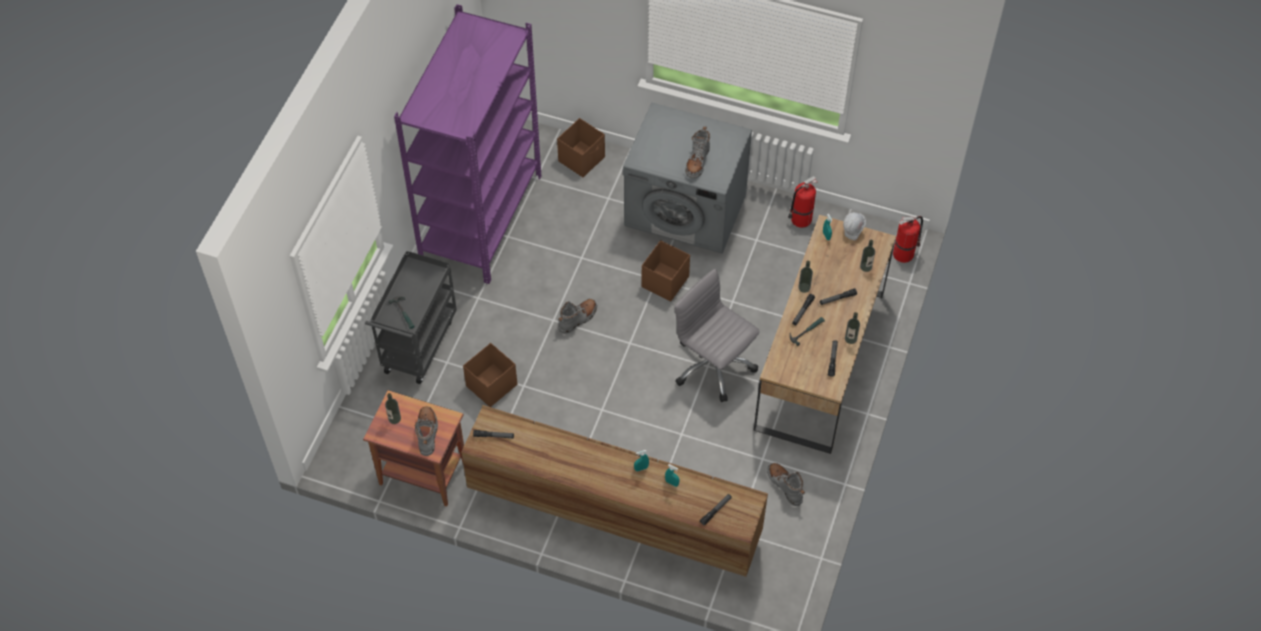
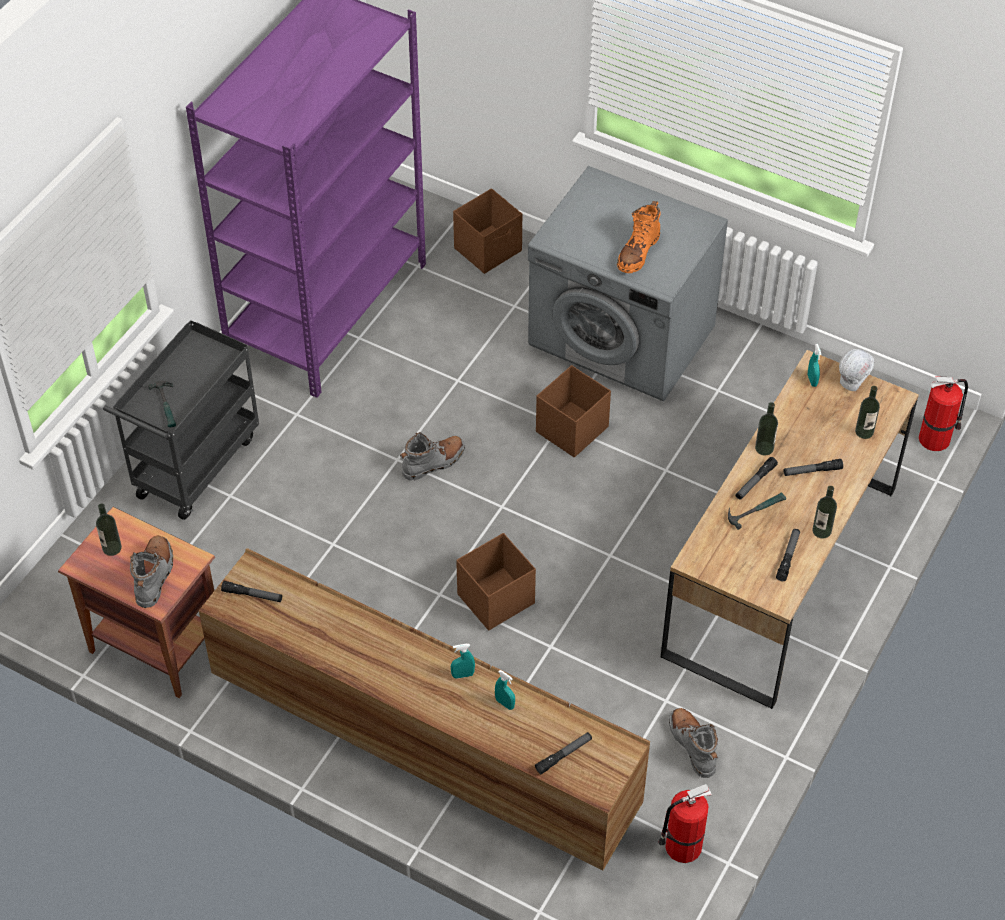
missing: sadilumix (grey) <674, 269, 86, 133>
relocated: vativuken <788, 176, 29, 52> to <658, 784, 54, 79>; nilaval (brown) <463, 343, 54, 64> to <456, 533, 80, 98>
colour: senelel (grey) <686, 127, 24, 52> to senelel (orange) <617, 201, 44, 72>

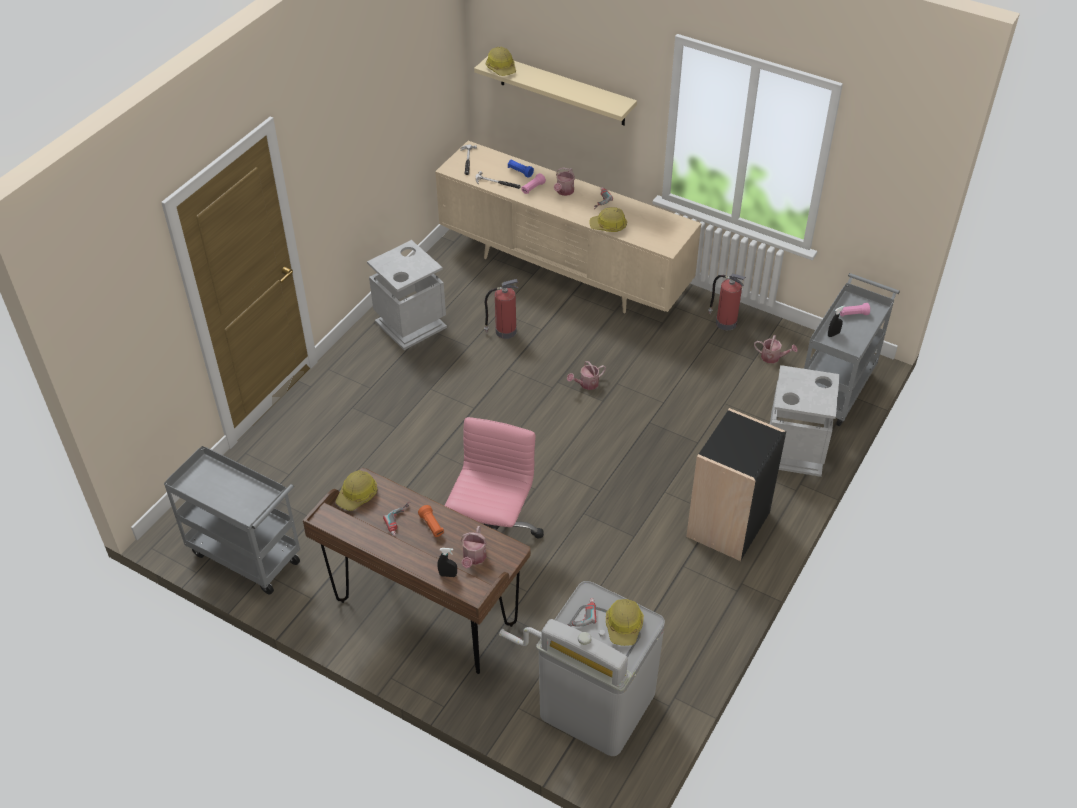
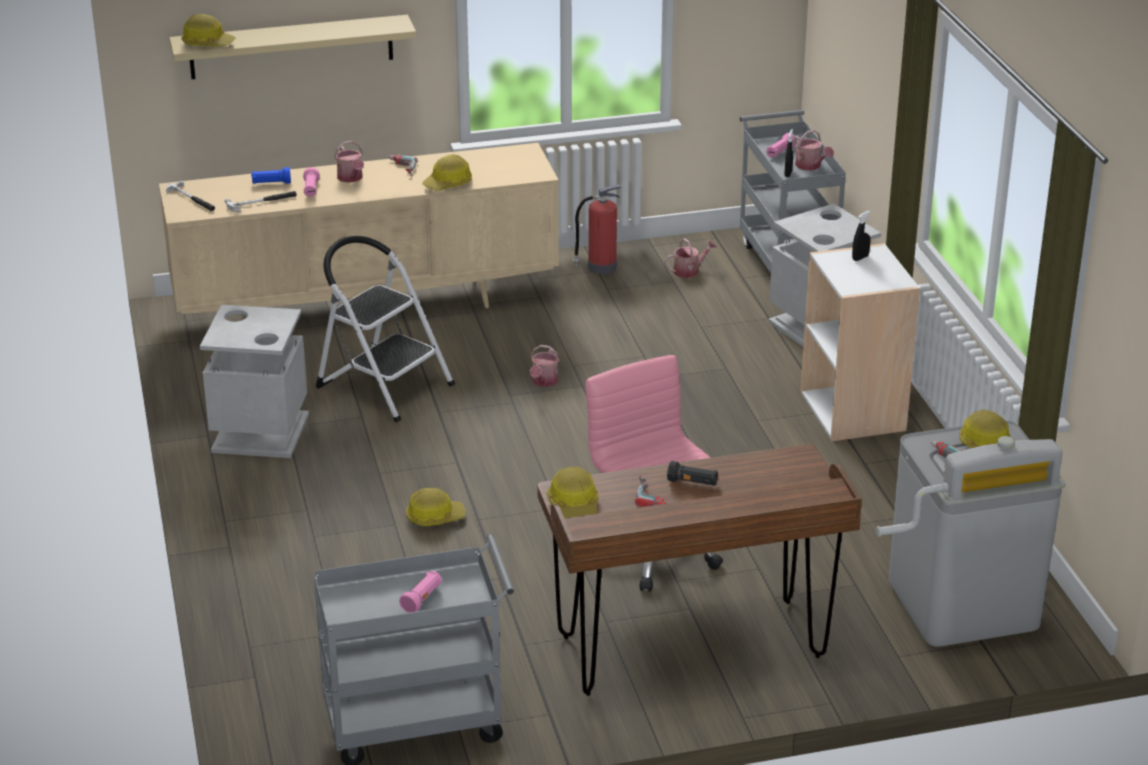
appeared: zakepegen <406, 488, 59, 38>; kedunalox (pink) <399, 571, 43, 42>
relocated: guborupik <461, 526, 26, 43> to <793, 130, 41, 40>; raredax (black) <438, 548, 19, 29> to <852, 211, 19, 50>
exchanged: vativuken <484, 279, 34, 60> to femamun <316, 236, 139, 186>
colour: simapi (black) <686, 408, 100, 153> to simapi (white) <800, 243, 120, 198>; kedunalox (orange) <418, 505, 26, 32> to kedunalox (black) <667, 461, 51, 25>

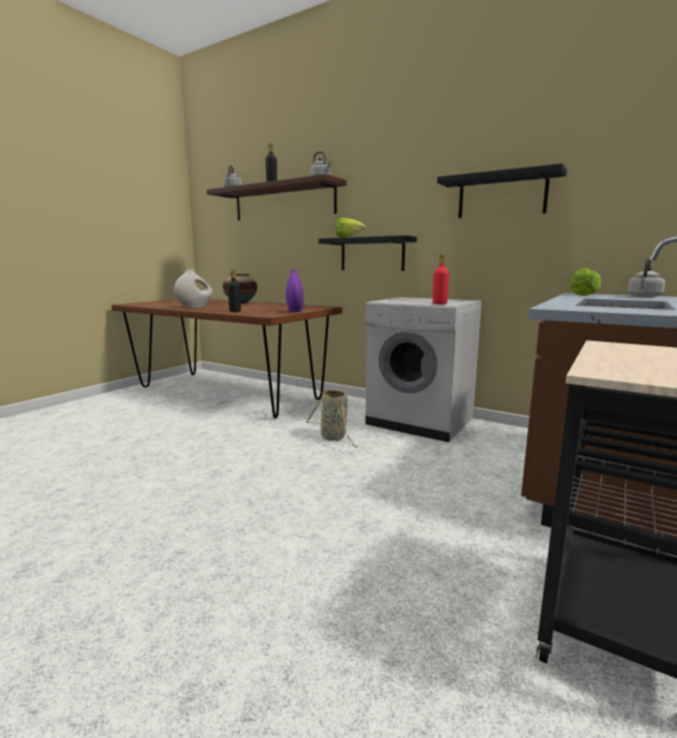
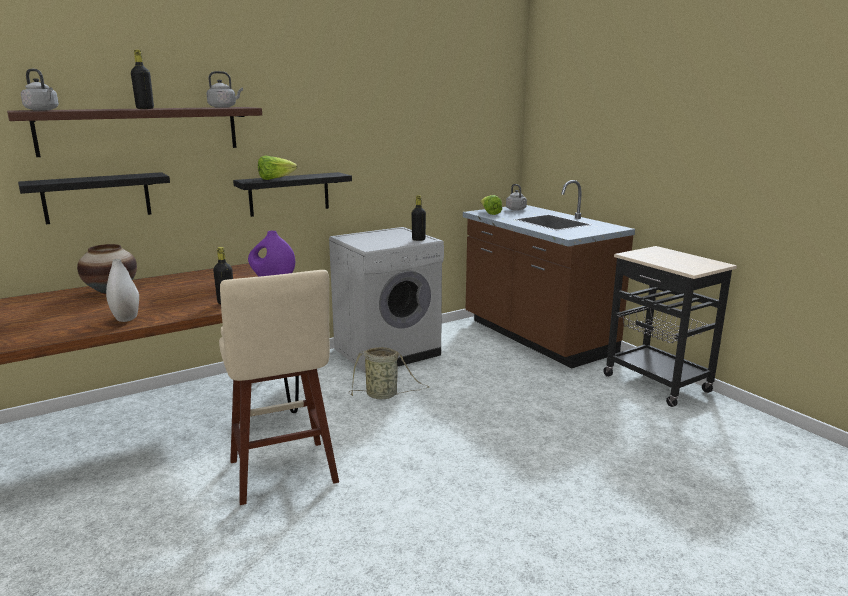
appeared: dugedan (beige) <219, 270, 120, 235>
relocated: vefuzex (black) <437, 163, 130, 55> to <18, 172, 152, 52>
colour: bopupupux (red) <433, 253, 16, 51> to bopupupux (black) <411, 195, 15, 46>

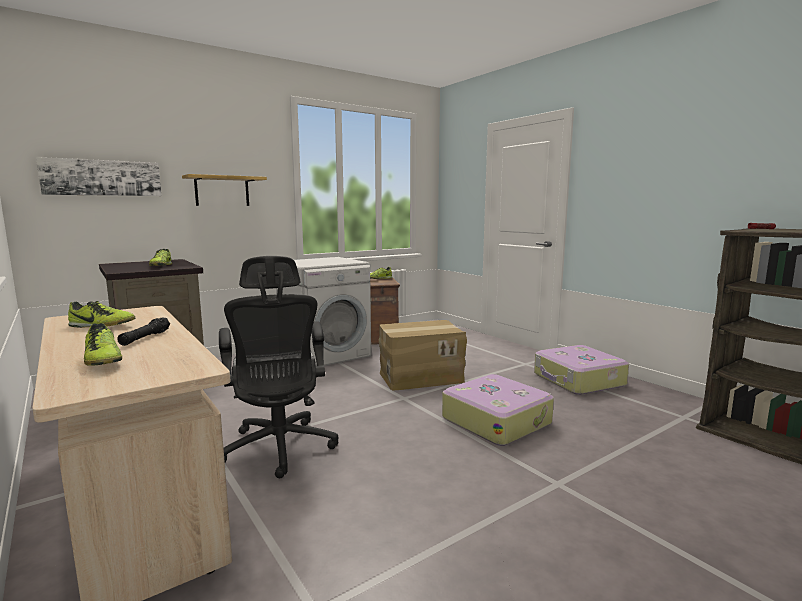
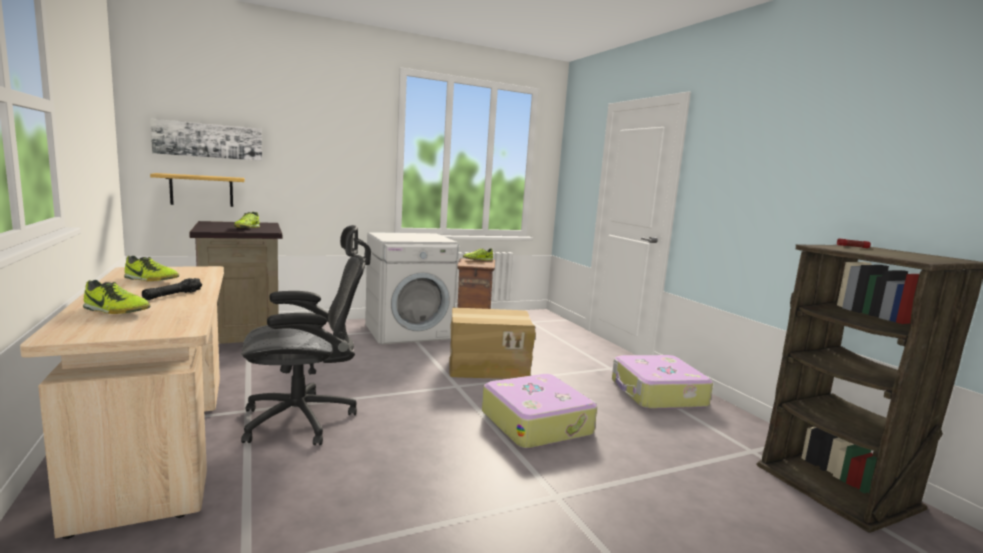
relocated: vefuzex <182, 174, 85, 32> to <150, 173, 95, 34>
spun: sadilumix <219, 256, 119, 222> = <241, 225, 130, 220> 105 degrees counterclockwise; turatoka <84, 323, 38, 43> = <83, 280, 68, 34> 45 degrees counterclockwise

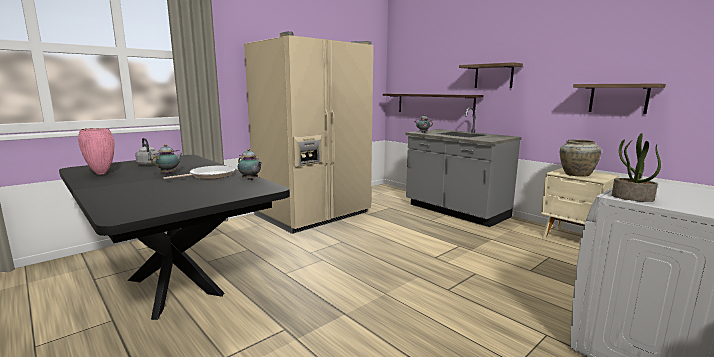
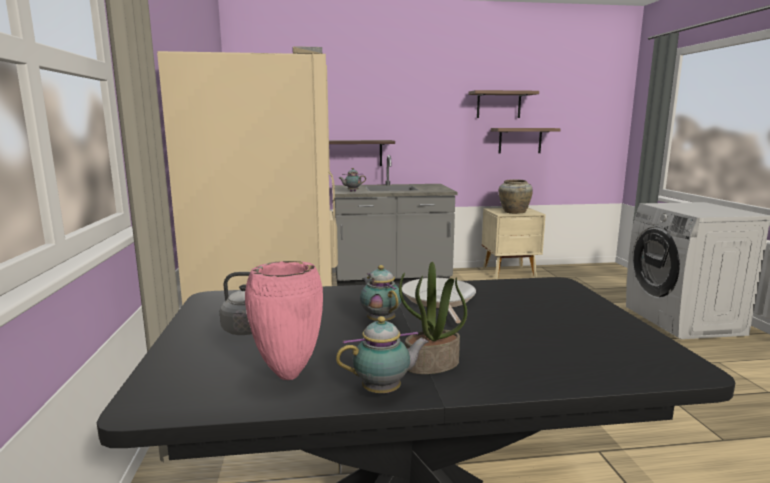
relocated: vefuzex <459, 62, 64, 26> to <468, 90, 71, 28>; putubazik <612, 133, 49, 69> to <399, 262, 68, 112>; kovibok <238, 149, 24, 31> to <336, 316, 93, 77>

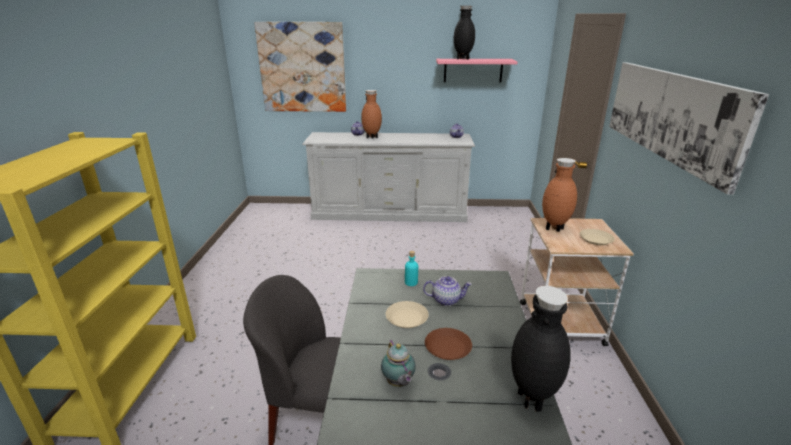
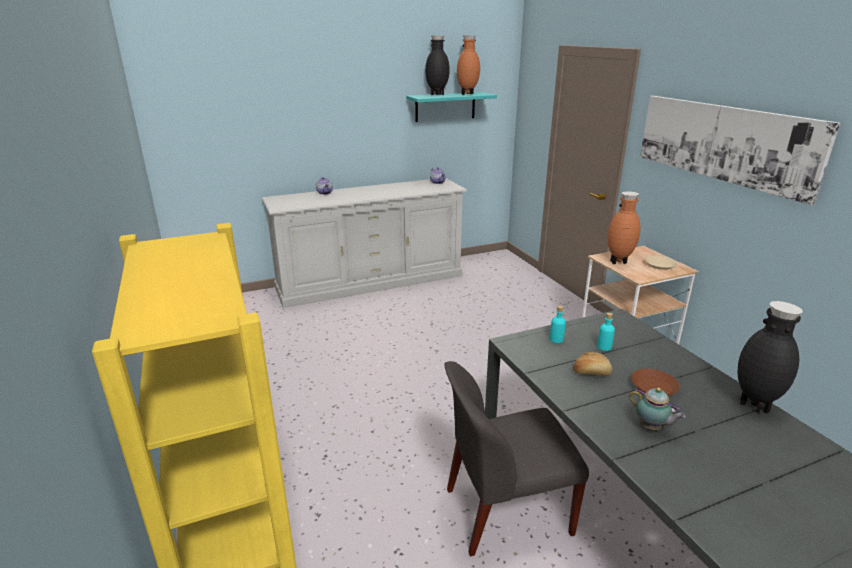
missing: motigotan <254, 22, 92, 90>
relocated: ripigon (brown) <361, 90, 21, 48> to <457, 36, 23, 59>
exchanged: kovibok <423, 276, 49, 30> to bopupupux (turquoise) <597, 313, 18, 38>; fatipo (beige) <386, 301, 43, 27> to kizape <573, 352, 39, 24>
colour: vefuzex (pink) <436, 59, 82, 24> to vefuzex (turquoise) <406, 92, 91, 30>

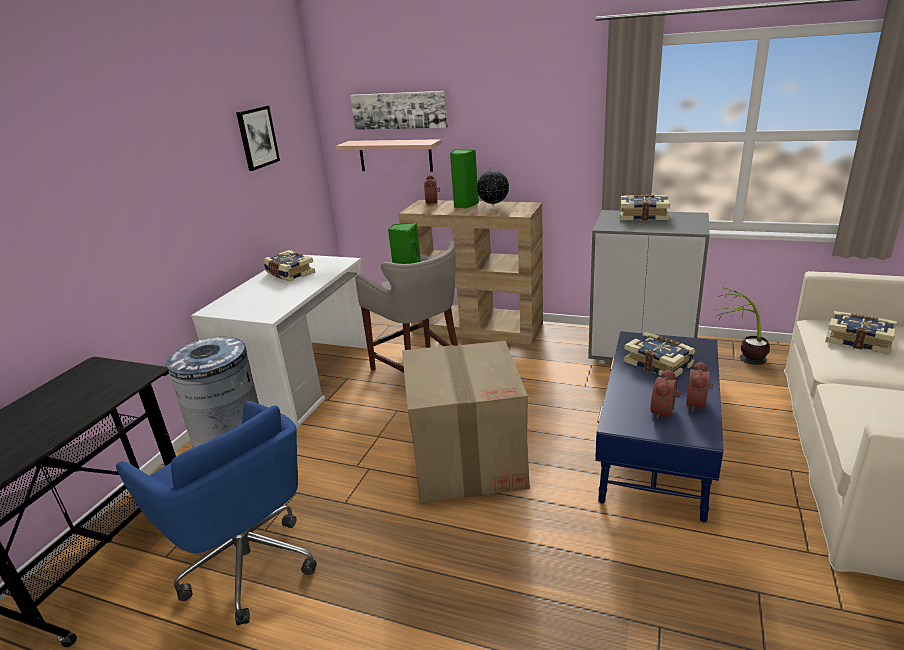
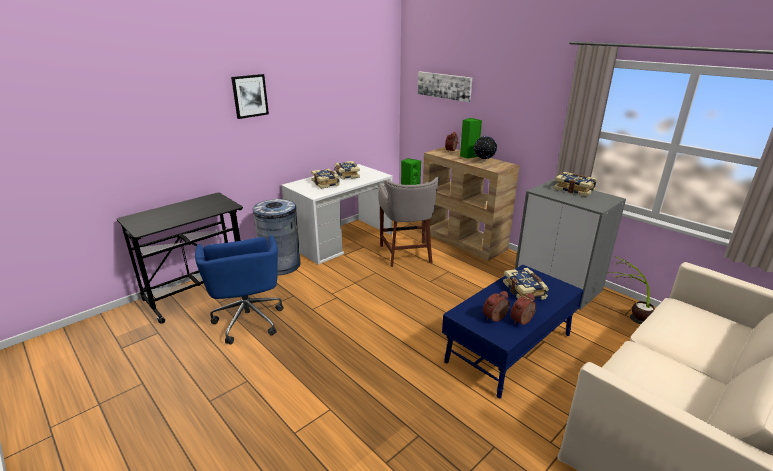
missing: vefuzex <335, 139, 107, 33>; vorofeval <402, 341, 128, 162>
relocated: motigotan <236, 105, 44, 66> to <231, 74, 38, 45>; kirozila <825, 311, 72, 43> to <311, 168, 29, 21>

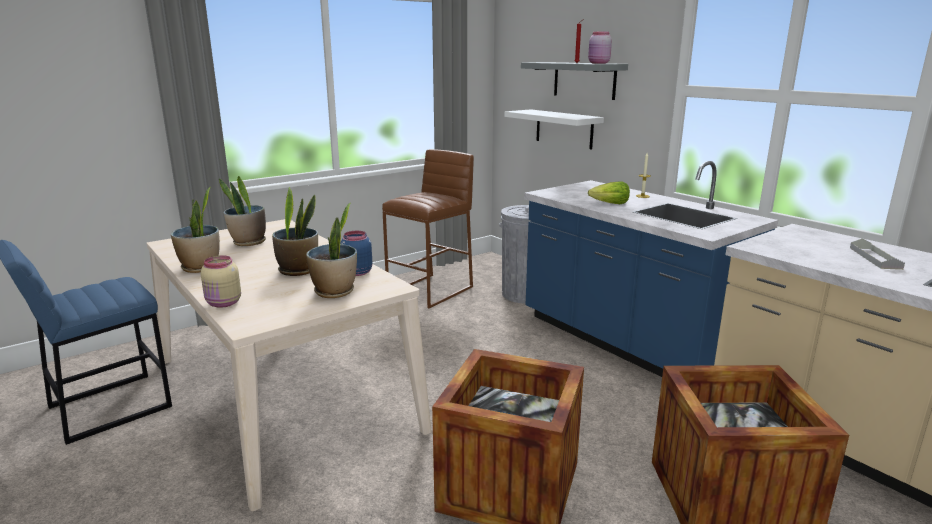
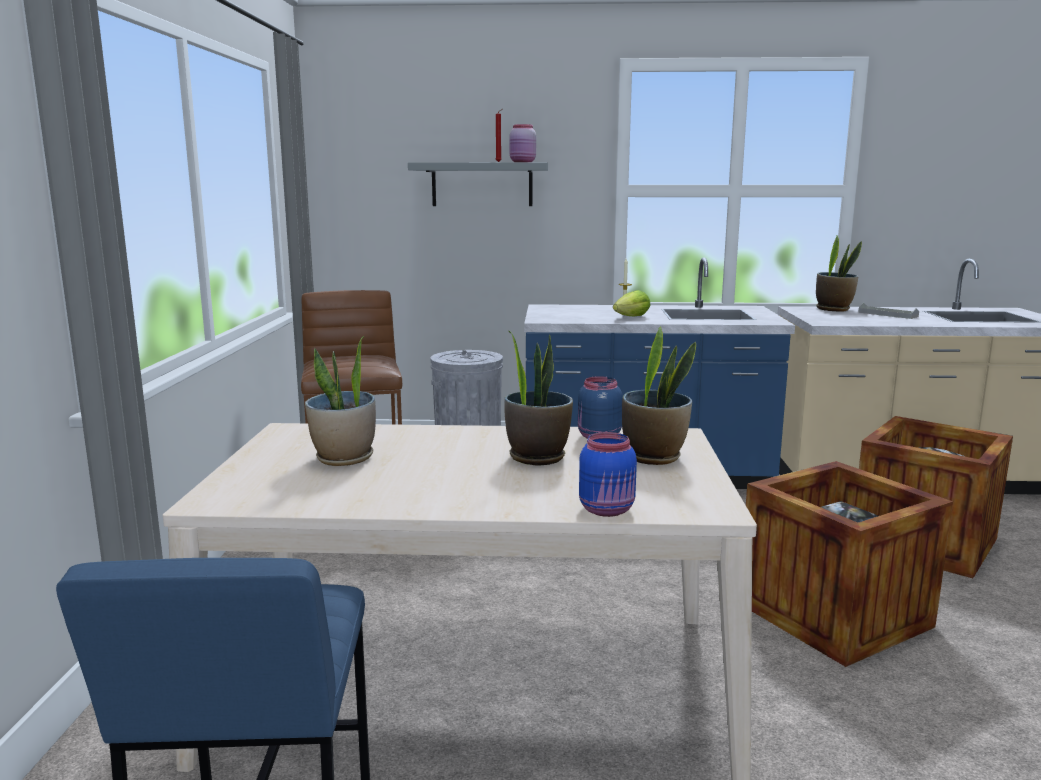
missing: vefuzex (white) <504, 109, 100, 41>
relocated: putubazik <171, 187, 49, 86> to <816, 235, 46, 77>
colour: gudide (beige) <201, 255, 40, 53> to gudide (blue) <579, 432, 58, 85>

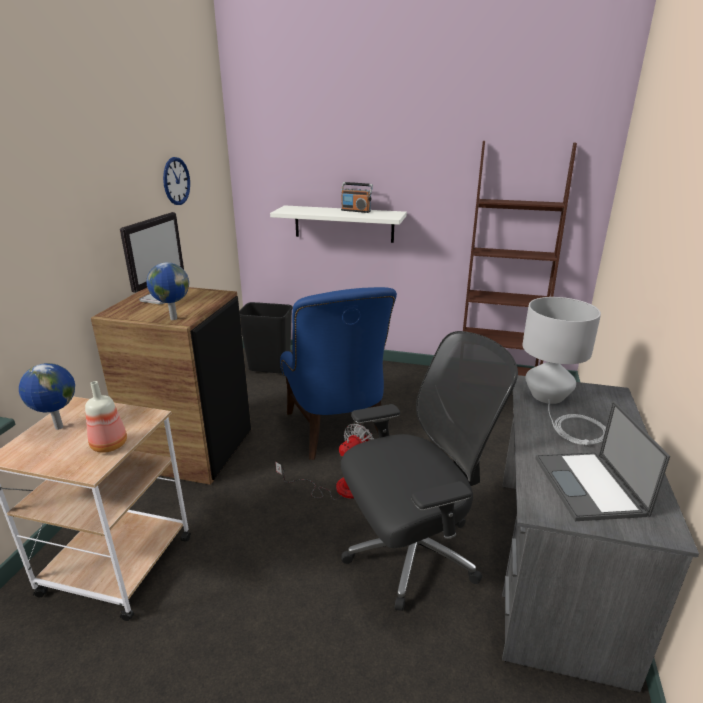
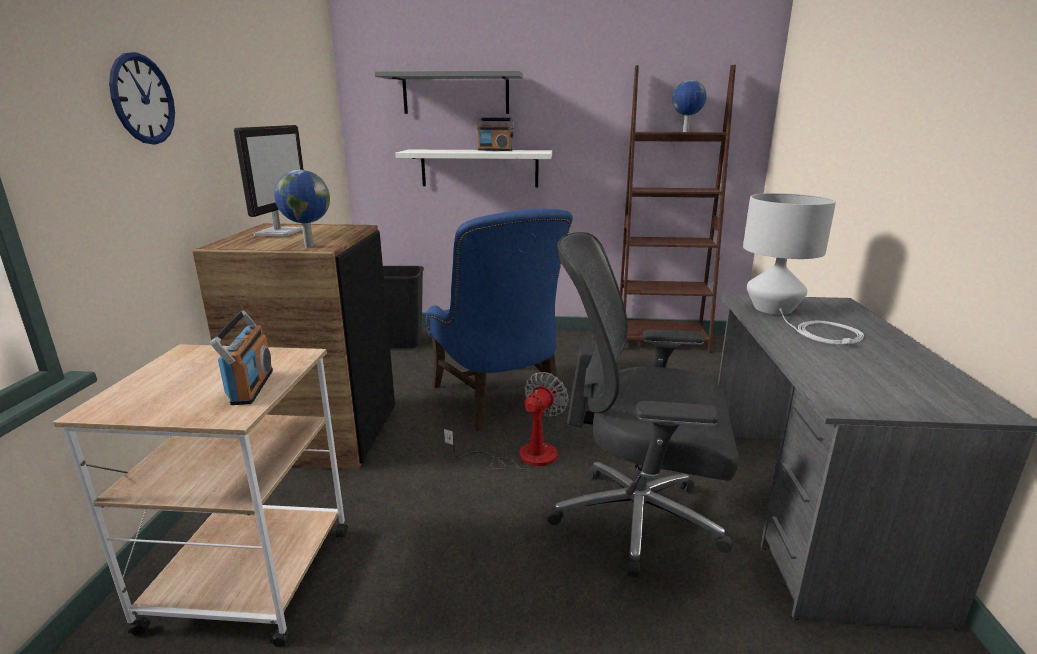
missing: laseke <535, 401, 135, 120>
appeared: vefuzex (grey) <374, 70, 149, 44>
relocated: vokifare <163, 157, 27, 48> to <109, 52, 66, 92>; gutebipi <19, 363, 56, 67> to <672, 80, 35, 52>
exchanged: bopupupux <85, 381, 42, 72> to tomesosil <210, 310, 63, 95>
spun: sadilumix <341, 331, 177, 280> = <546, 232, 193, 346> 135 degrees counterclockwise

